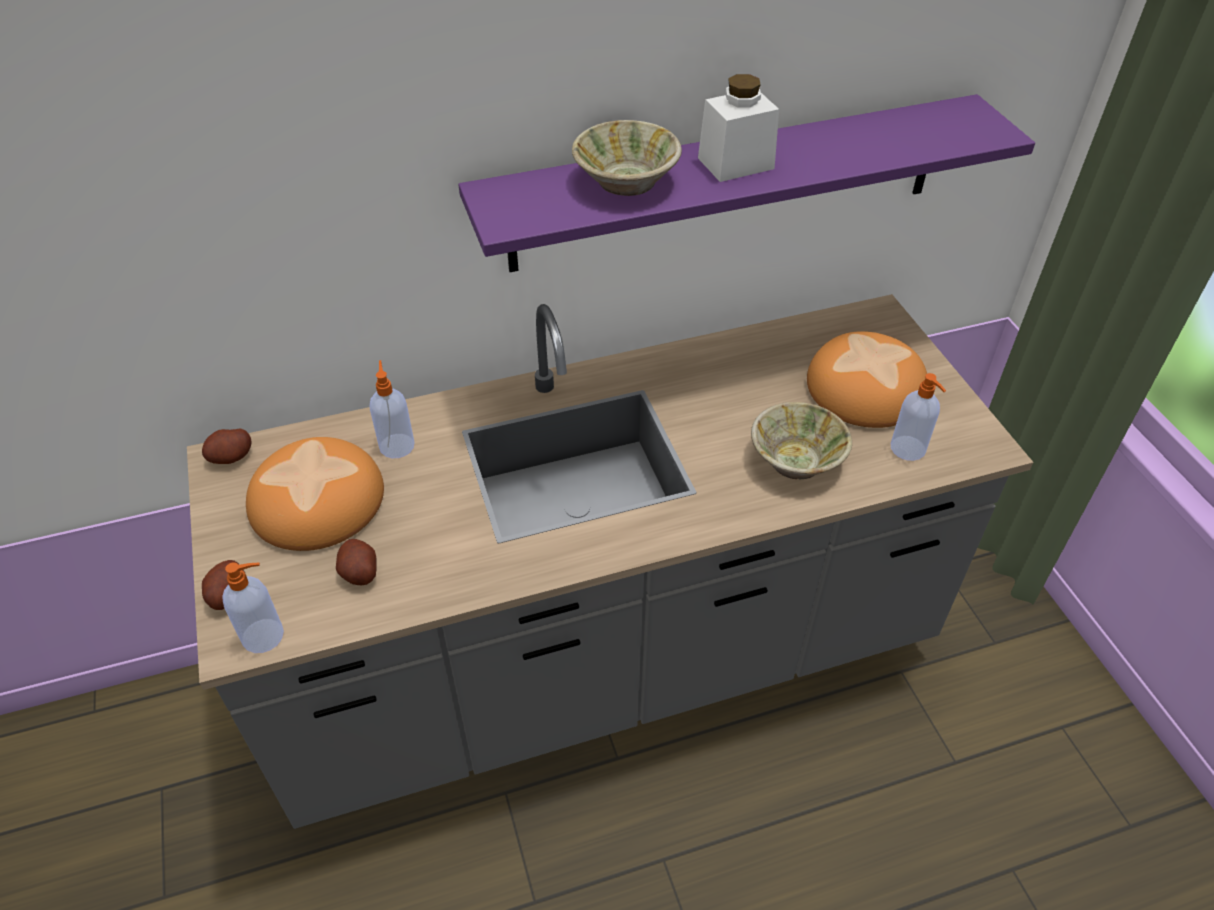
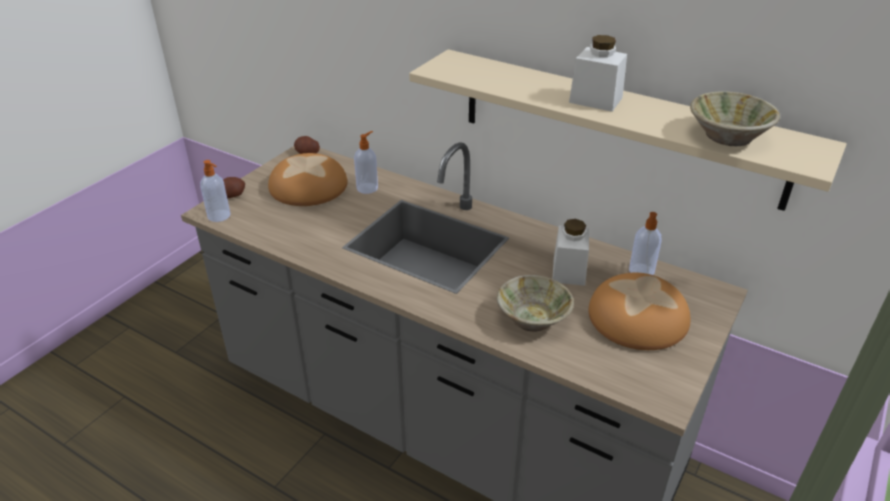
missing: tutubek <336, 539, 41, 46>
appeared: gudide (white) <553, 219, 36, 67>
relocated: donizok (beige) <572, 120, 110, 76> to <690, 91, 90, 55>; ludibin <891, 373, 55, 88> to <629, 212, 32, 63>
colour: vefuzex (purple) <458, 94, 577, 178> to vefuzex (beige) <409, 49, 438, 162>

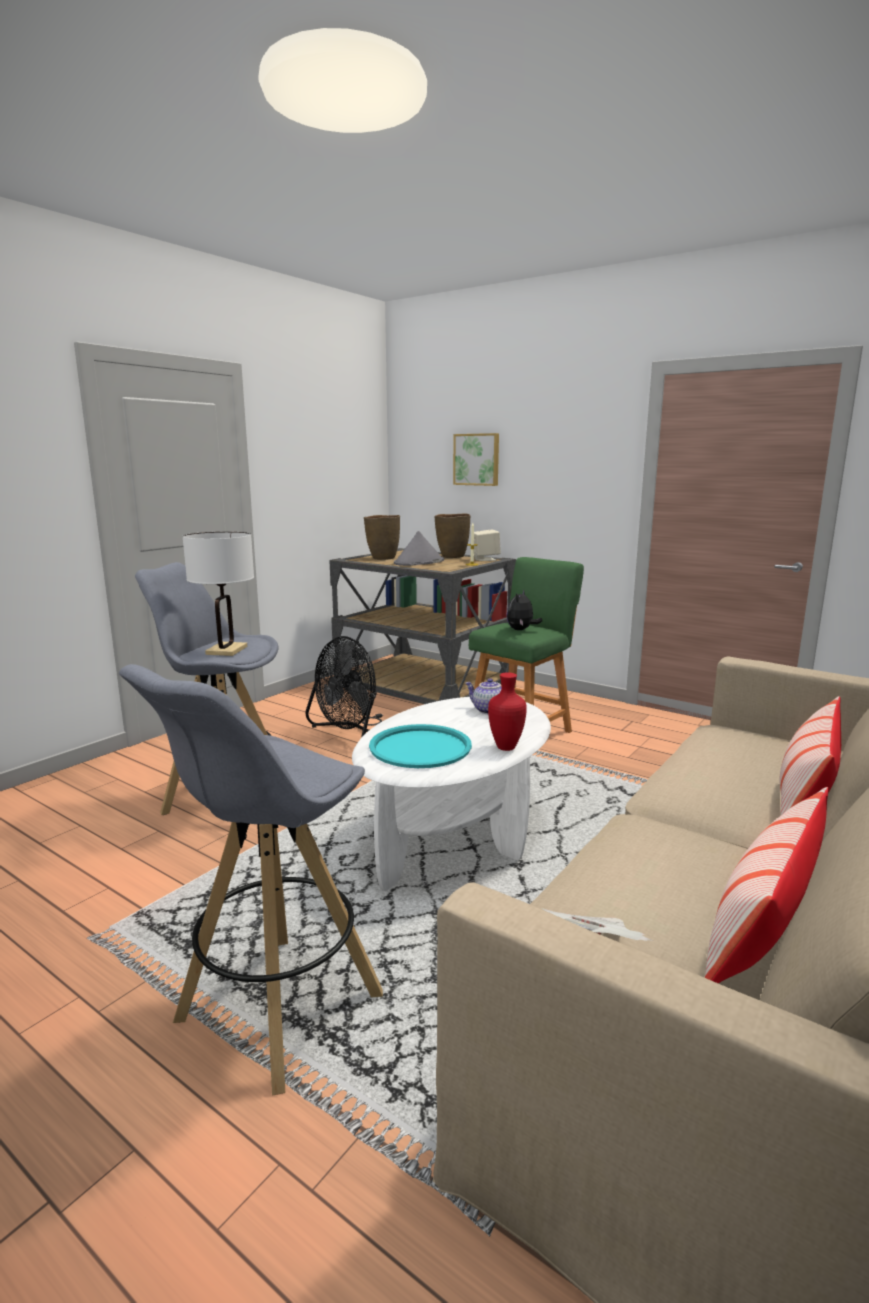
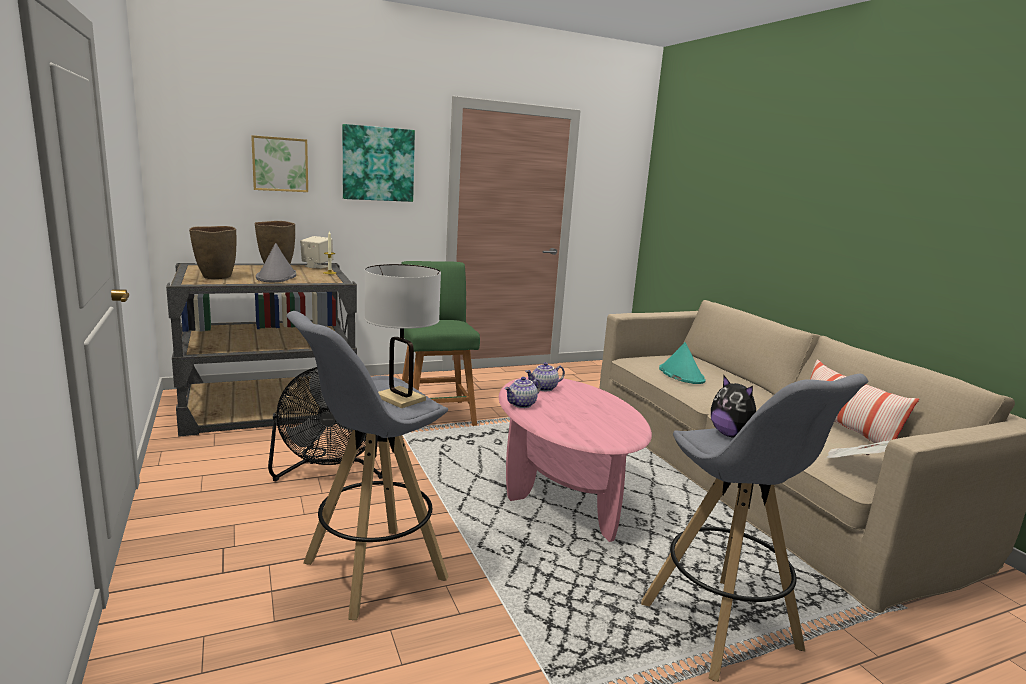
missing: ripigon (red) <488, 672, 39, 79>; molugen <780, 696, 61, 119>; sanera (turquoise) <369, 724, 103, 44>
appeared: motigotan <342, 124, 73, 78>; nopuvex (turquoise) <659, 342, 47, 42>; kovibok <504, 377, 37, 31>
relocated: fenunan <507, 589, 35, 41> to <711, 376, 45, 62>
colour: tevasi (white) <352, 697, 199, 195> to tevasi (pink) <499, 377, 153, 165>

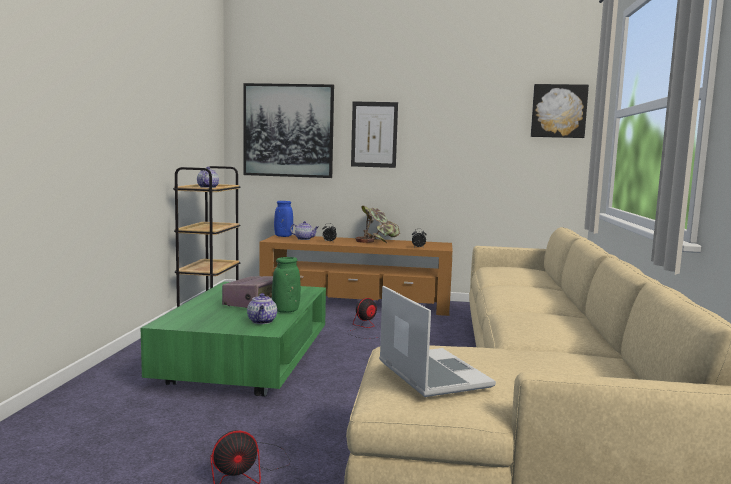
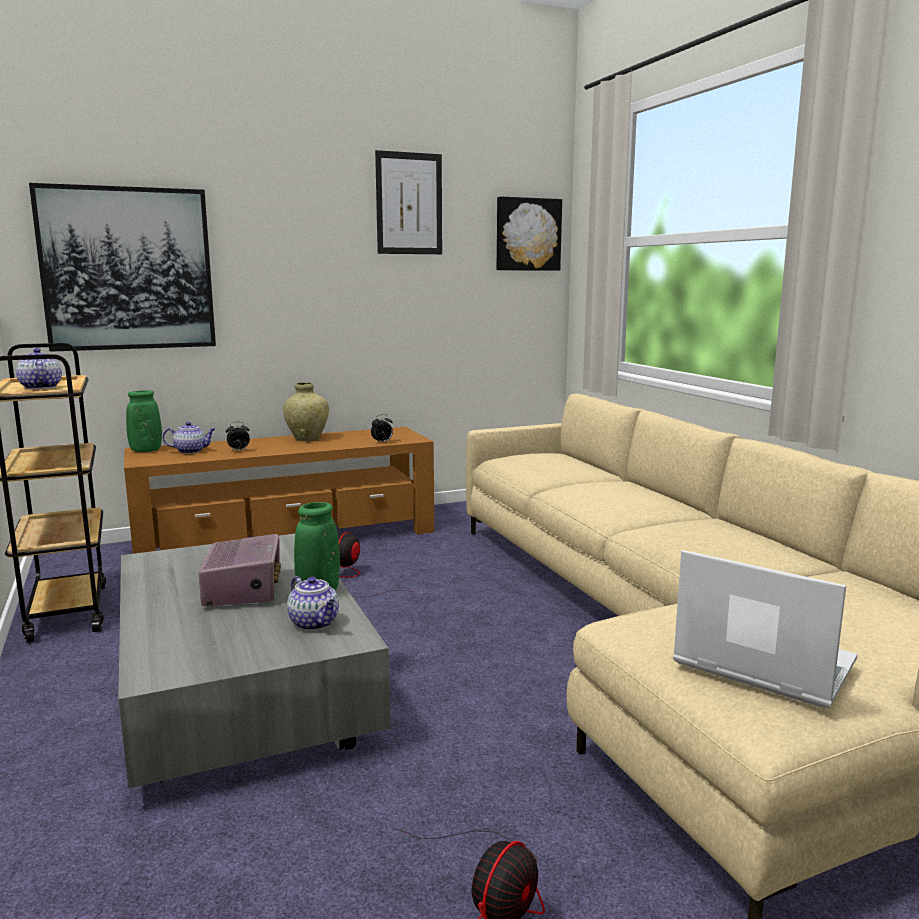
relocated: motigotan <351, 101, 47, 67> to <375, 150, 67, 104>
exchanged: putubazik <355, 206, 45, 37> to ripigon (beige) <283, 382, 46, 59>
colour: ripigon (blue) <274, 201, 19, 36> to ripigon (green) <126, 390, 36, 62>; tevasi (green) <141, 282, 185, 115> to tevasi (grey) <118, 534, 272, 255>

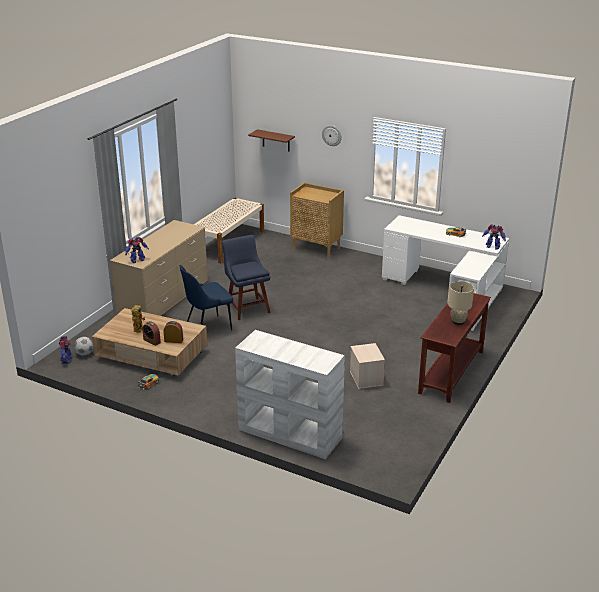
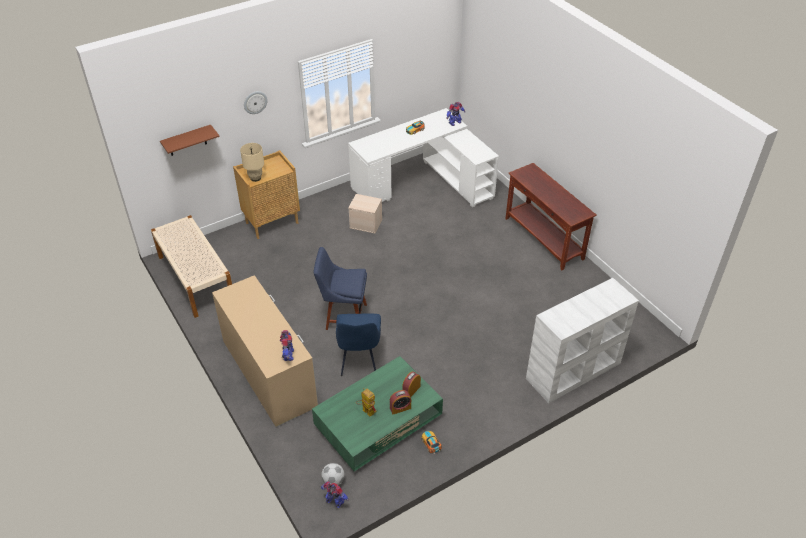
relocated: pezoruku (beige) <448, 281, 26, 44> to <240, 143, 24, 39>; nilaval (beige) <350, 343, 35, 46> to <348, 194, 34, 39>
colour: tevasi (brown) <92, 308, 115, 68> to tevasi (green) <312, 356, 131, 116>

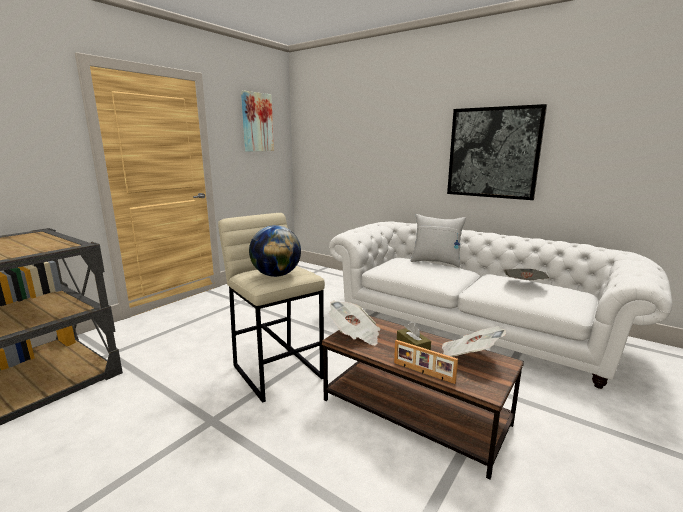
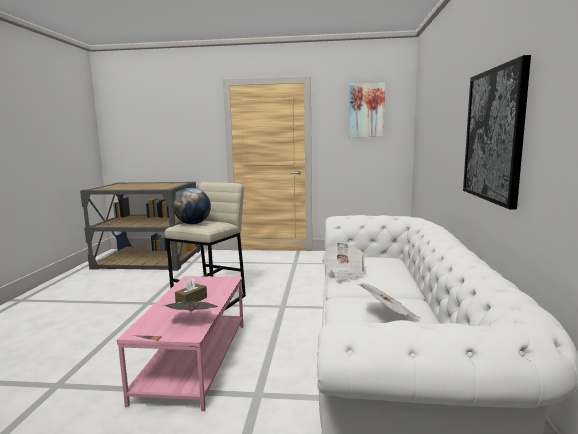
missing: molugen (grey) <411, 214, 55, 54>; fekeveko <394, 340, 64, 44>
relocated: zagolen <329, 301, 51, 45> to <322, 242, 43, 39>
colour: tevasi (brown) <322, 316, 202, 163> to tevasi (pink) <117, 276, 126, 135>

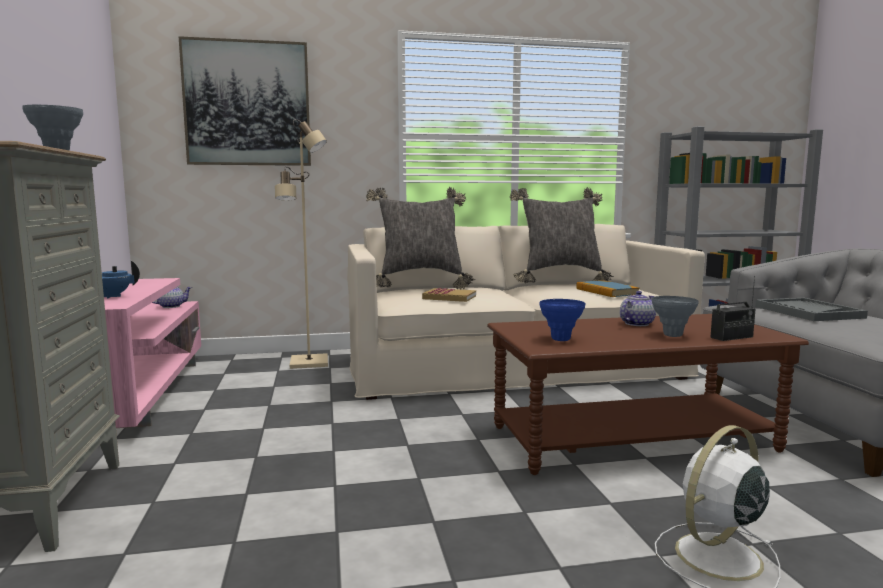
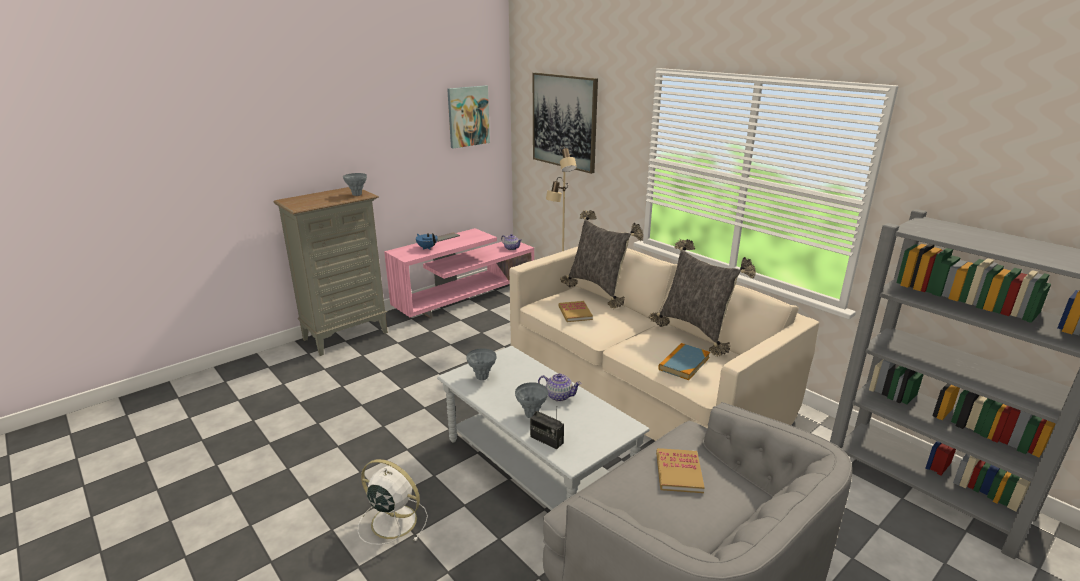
appeared: motigotan <447, 85, 43, 64>
exchanged: sanera (grey) <755, 298, 113, 23> to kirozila <656, 448, 49, 45>
colour: ripigon (blue) <540, 299, 45, 42> to ripigon (grey) <466, 348, 30, 32>; tevasi (brown) <487, 314, 322, 161> to tevasi (grey) <437, 346, 213, 164>

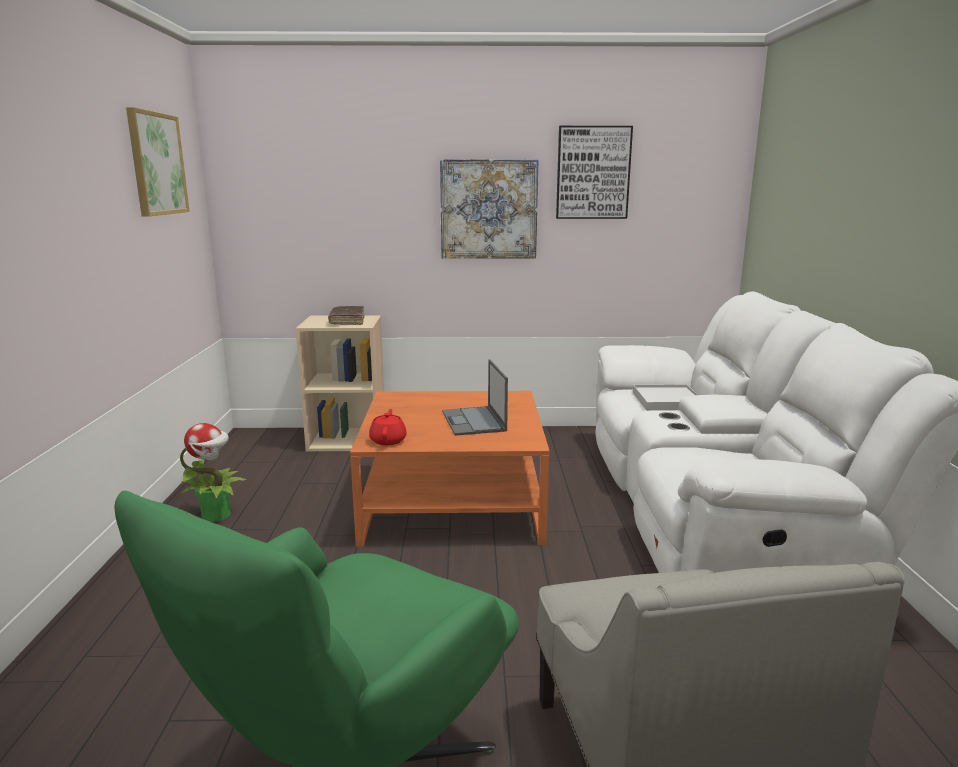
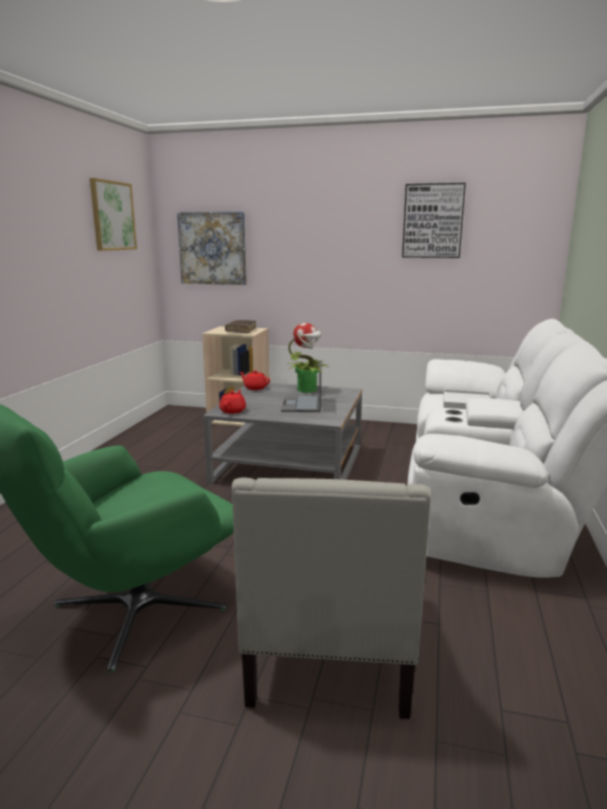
appeared: kovibok (red) <240, 370, 30, 20>
relocated: motigotan <440, 159, 99, 100> to <177, 212, 70, 73>; putubazik <180, 423, 66, 99> to <288, 323, 41, 70>
colour: tevasi (orange) <350, 391, 200, 156> to tevasi (grey) <203, 383, 159, 102>

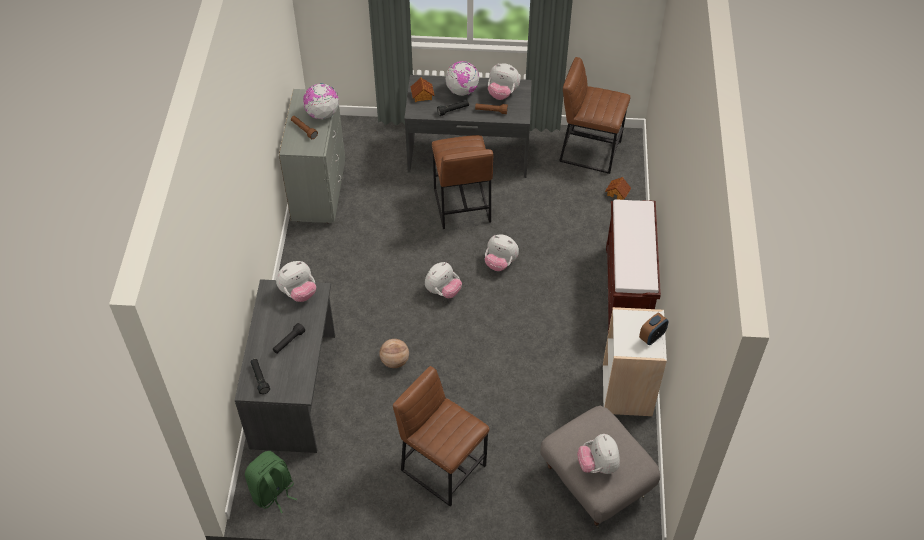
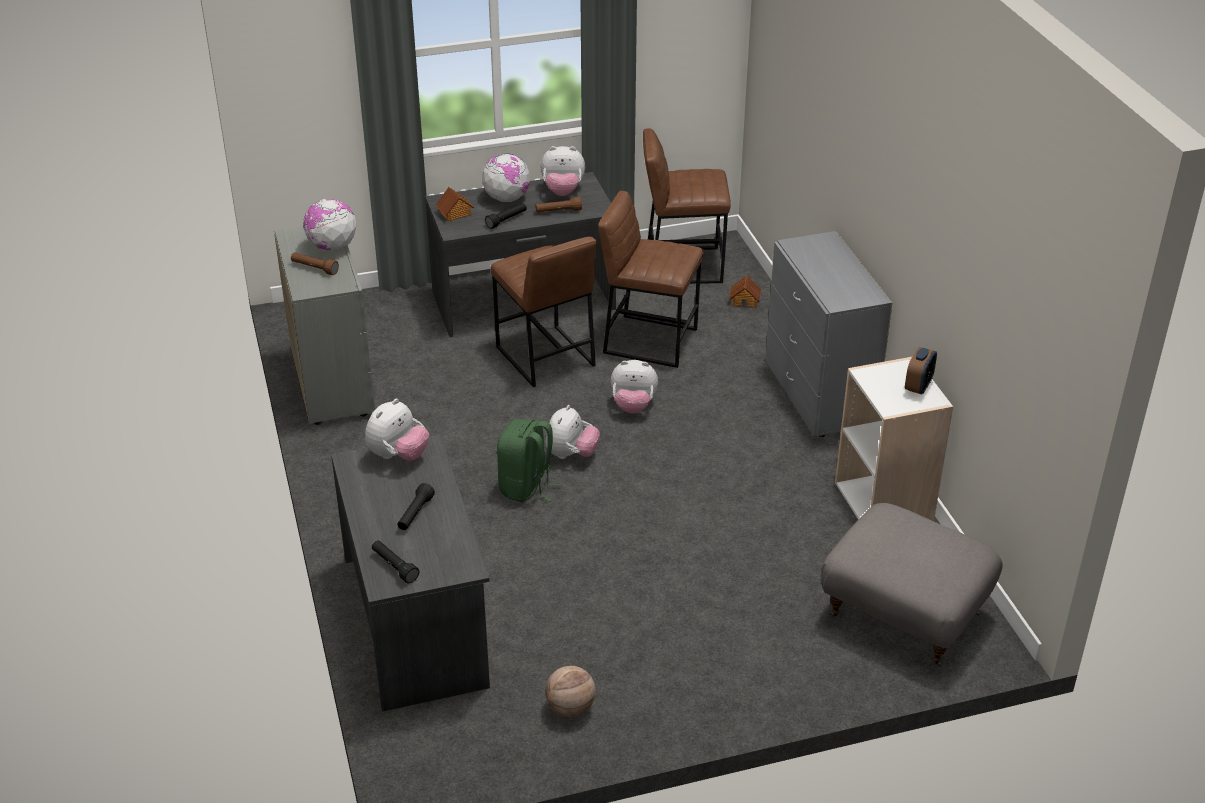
missing: fenunan <577, 434, 43, 40>
relocated: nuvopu <379, 339, 30, 29> to <545, 666, 51, 51>; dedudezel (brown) <393, 366, 97, 141> to <598, 191, 106, 177>; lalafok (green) <245, 451, 52, 62> to <497, 419, 65, 84>
exchanged: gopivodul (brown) <606, 199, 55, 133> to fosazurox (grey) <765, 231, 127, 206>

